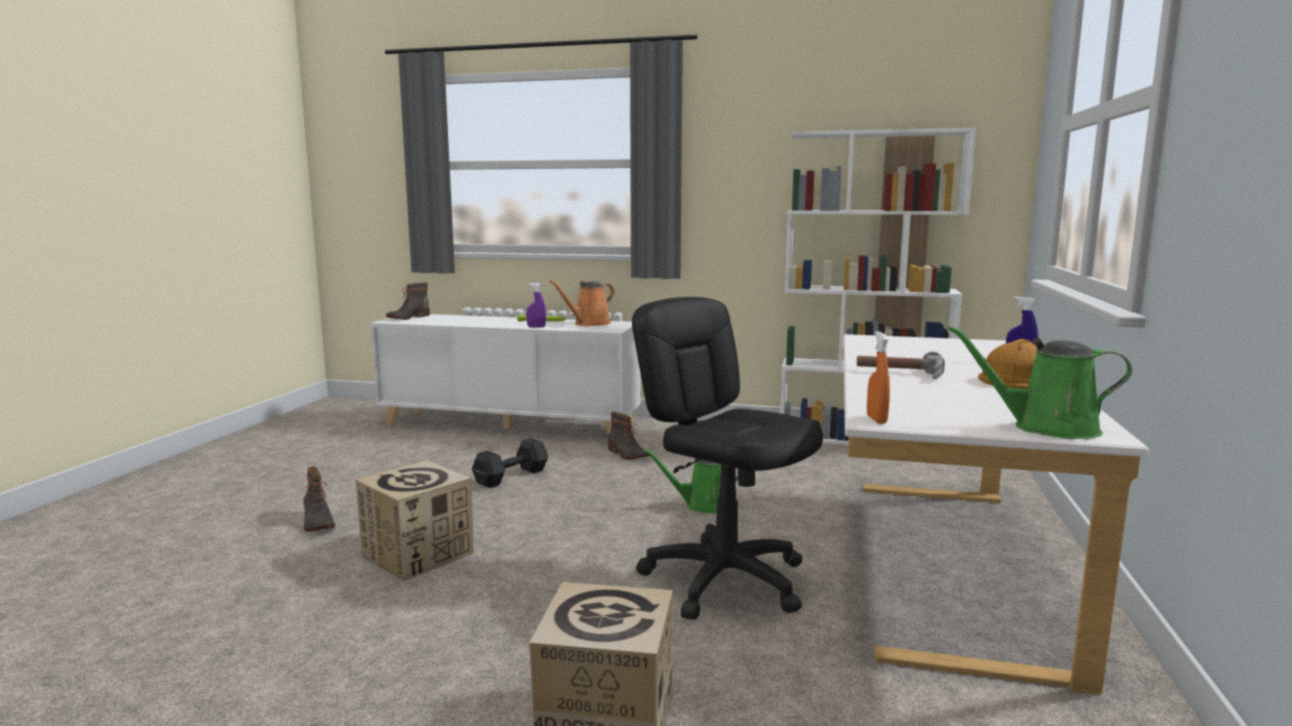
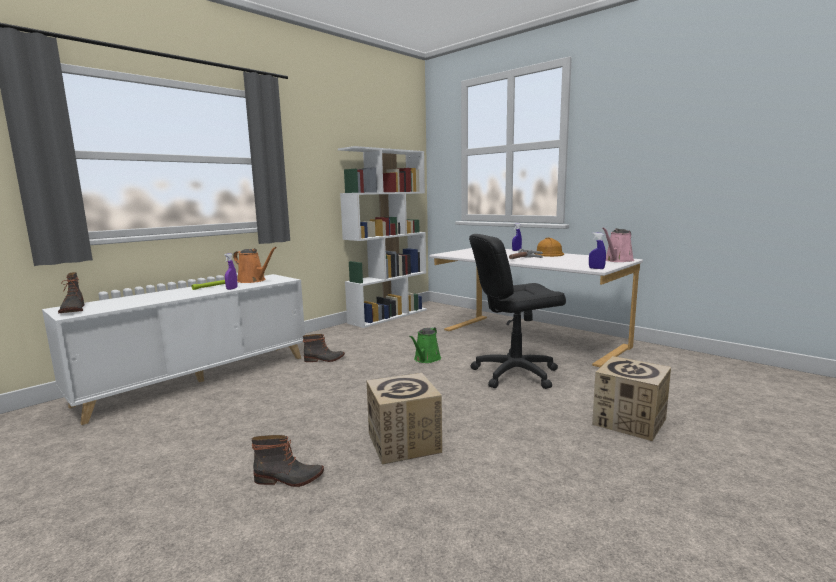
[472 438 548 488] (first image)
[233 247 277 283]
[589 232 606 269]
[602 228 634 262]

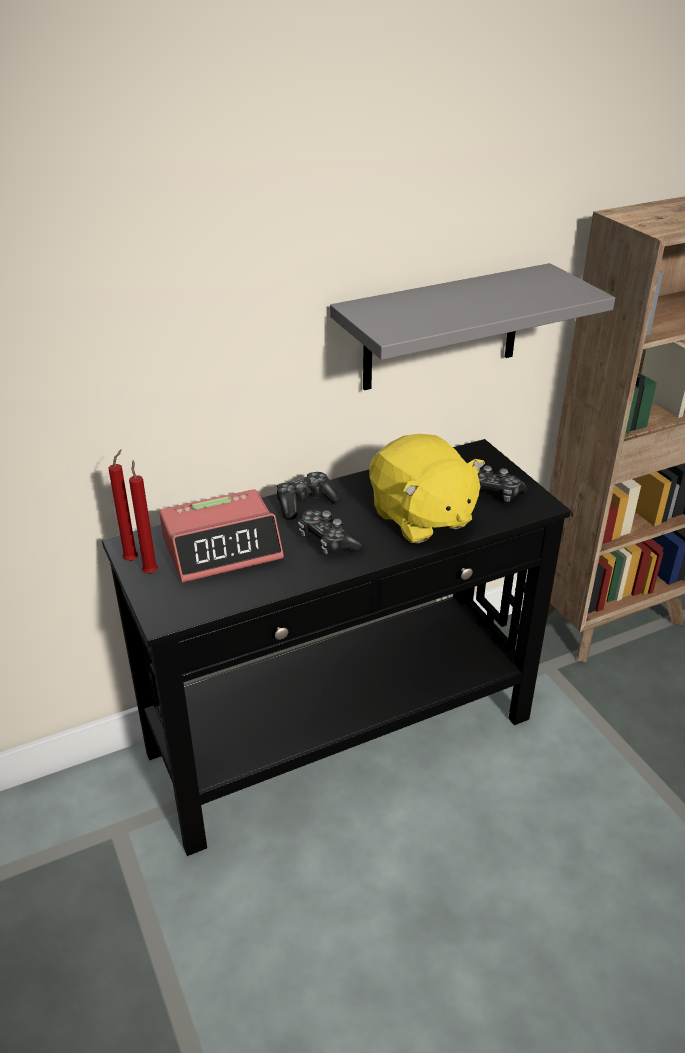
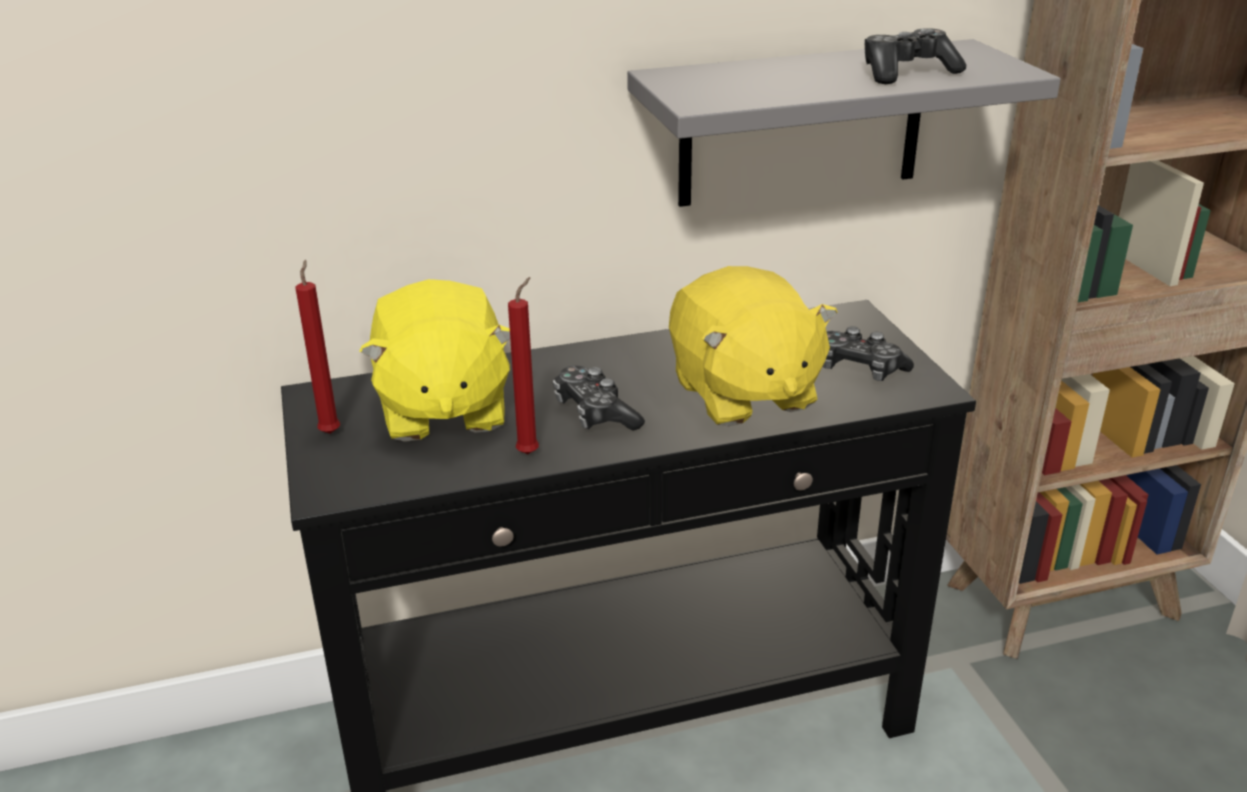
[508 277 539 454]
[359 279 510 442]
[864 28 966 84]

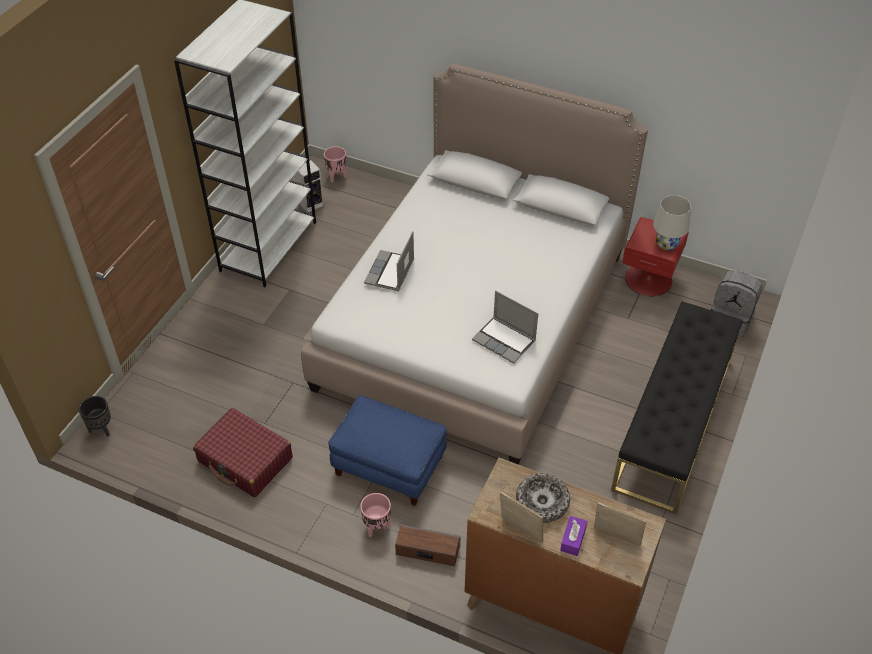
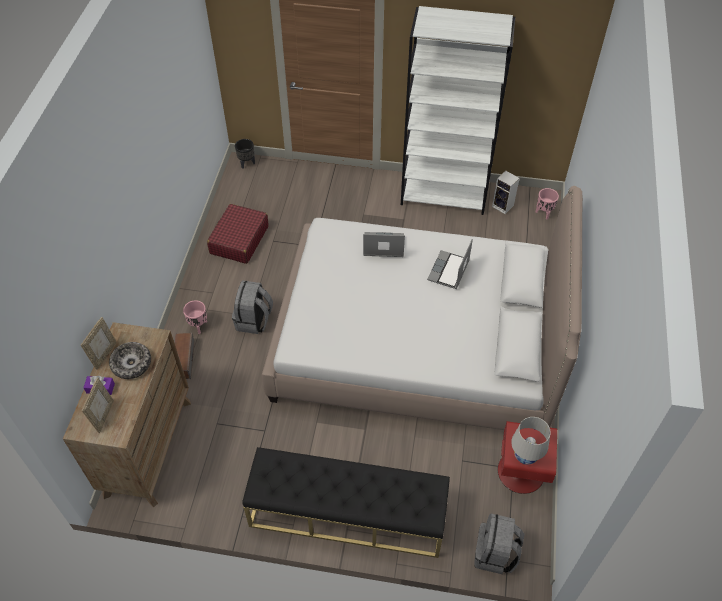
[232 281 273 334]
[427 239 473 289]

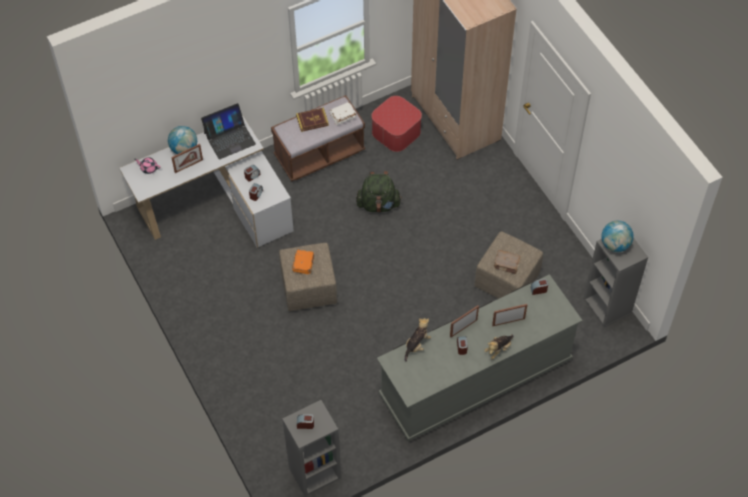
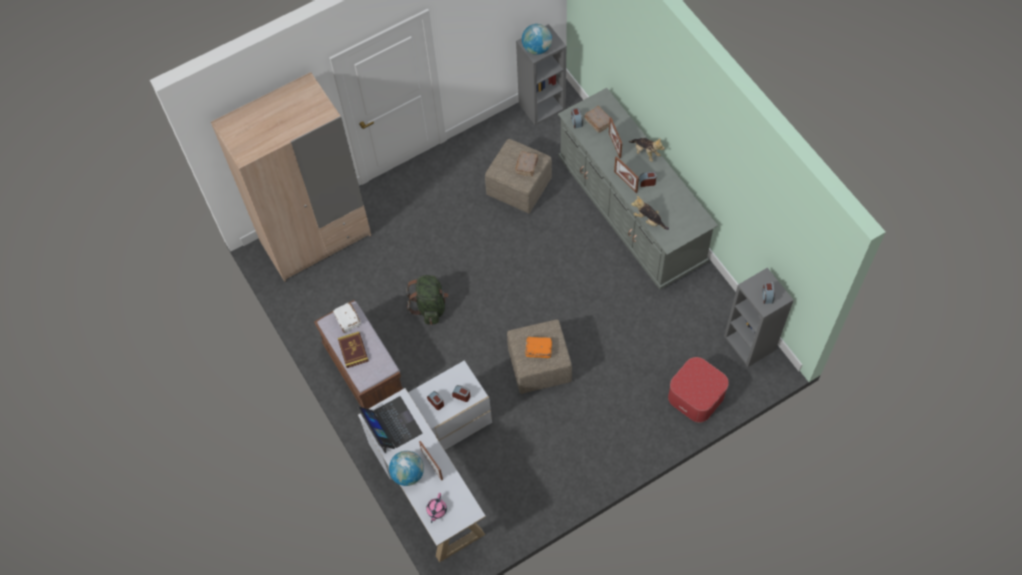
[668 357 729 423]
[584 106 613 133]

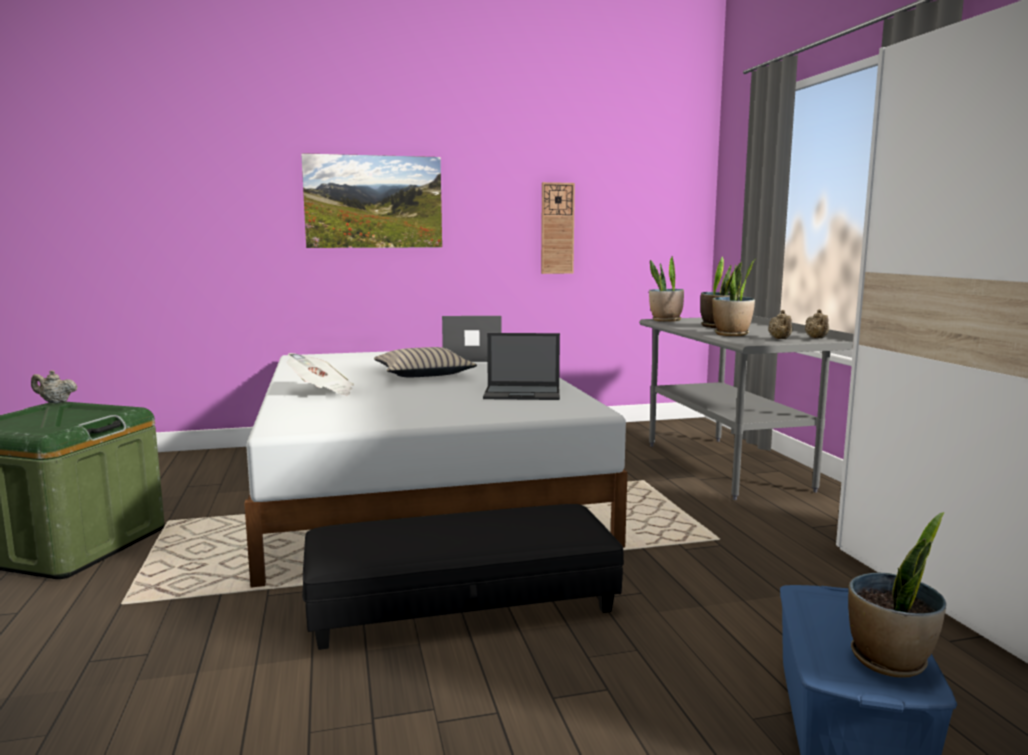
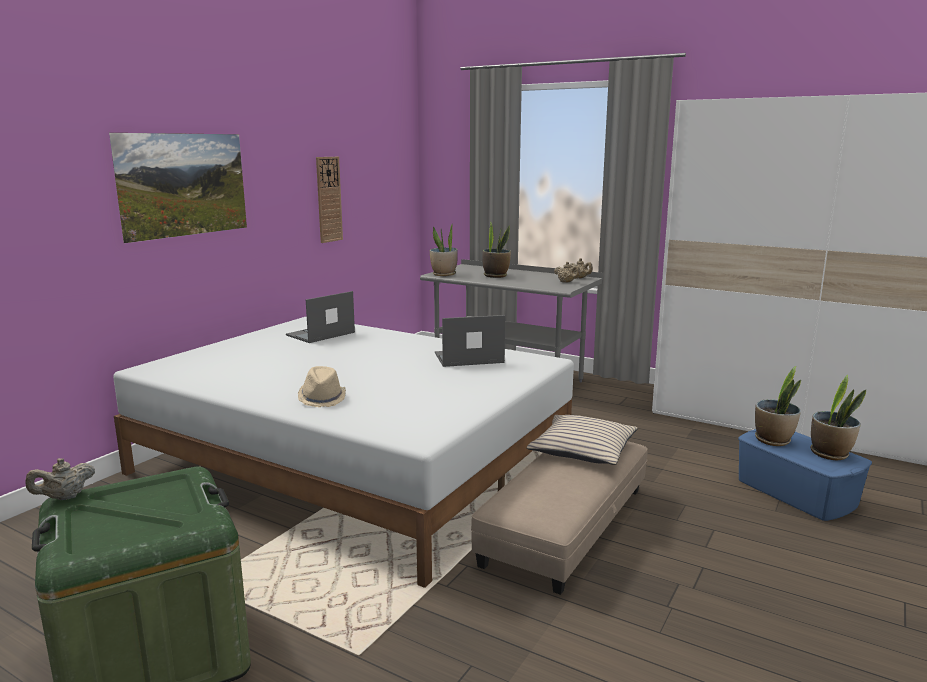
[298 366 346 408]
[471 441 648 595]
[527 415 638 465]
[435 315 505 367]
[755 366 801 446]

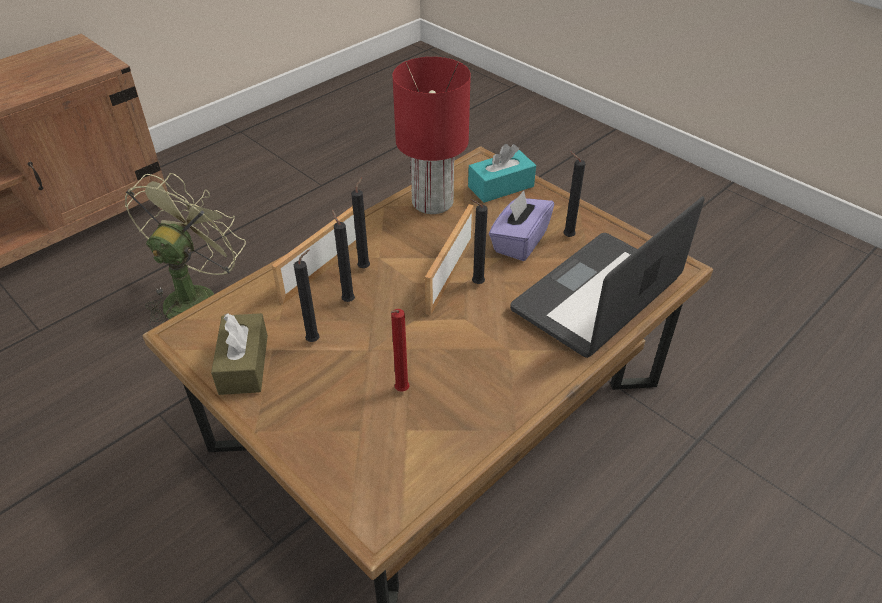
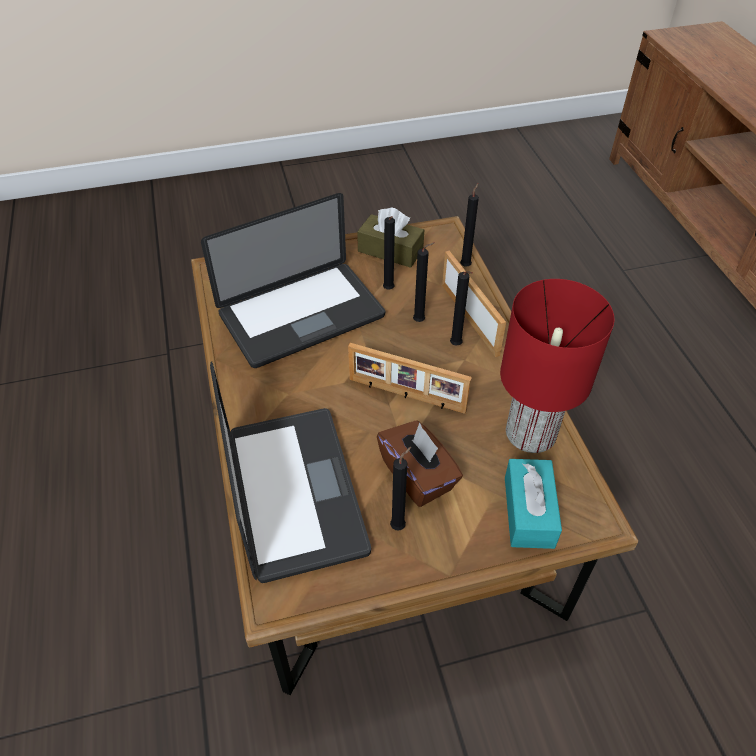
[125 173 246 328] (first image)
[201 193 385 368]
[348 343 472 414]
[460 183 479 267]
[377 420 463 507]

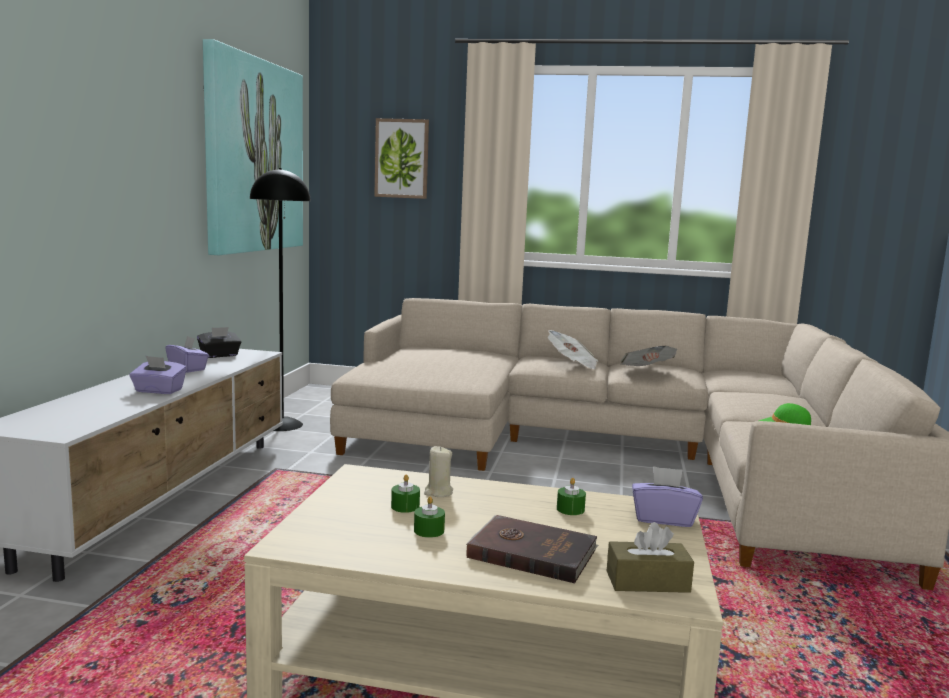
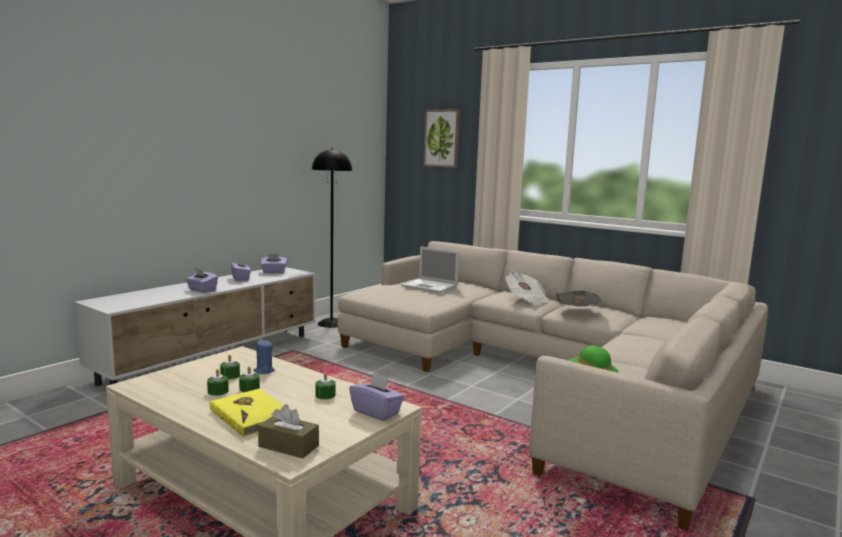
[261 254 287 273]
[203 39 303 255] (first image)
[253 340 275 374]
[210 389 284 437]
[239 366 260 392]
[401 246 459 293]

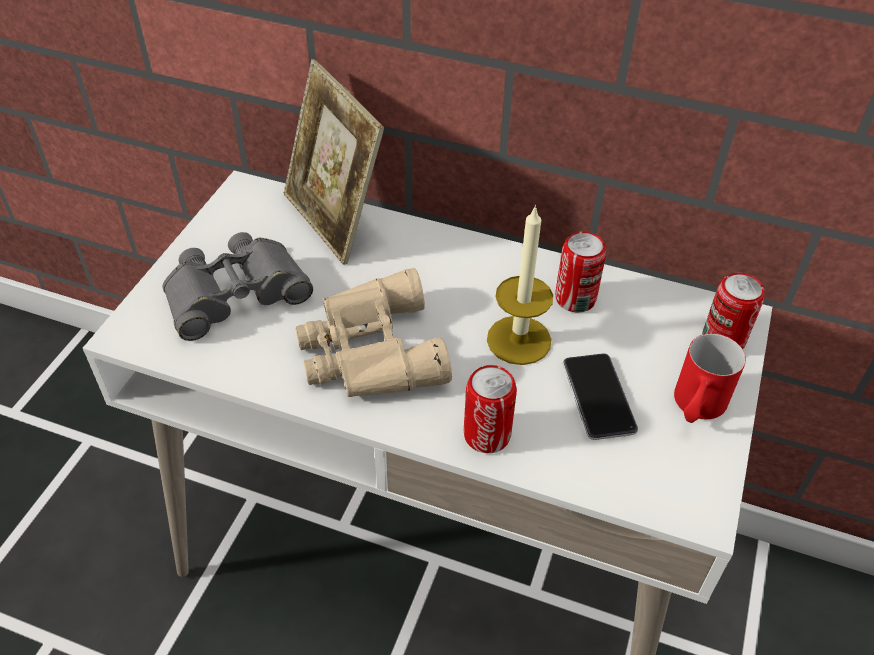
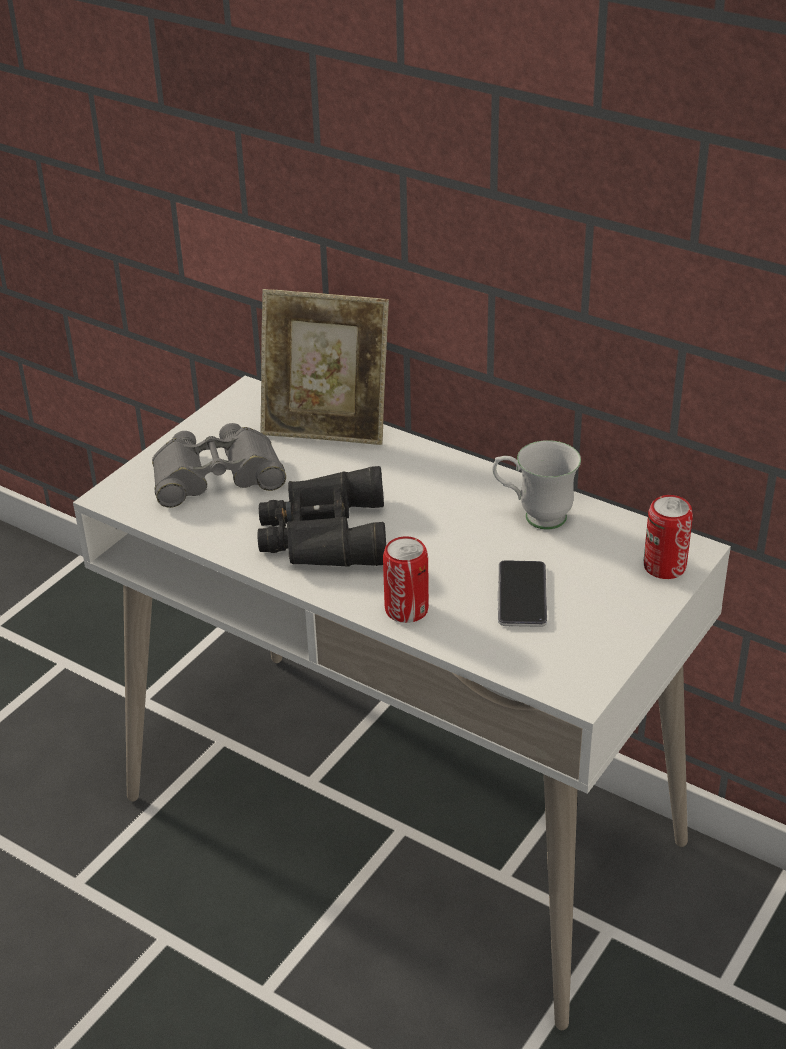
[261 289 389 445]
[258 466 386 566]
[487 205 553 365] (first image)
[493 440 581 530]
[674 334 746 423] (first image)

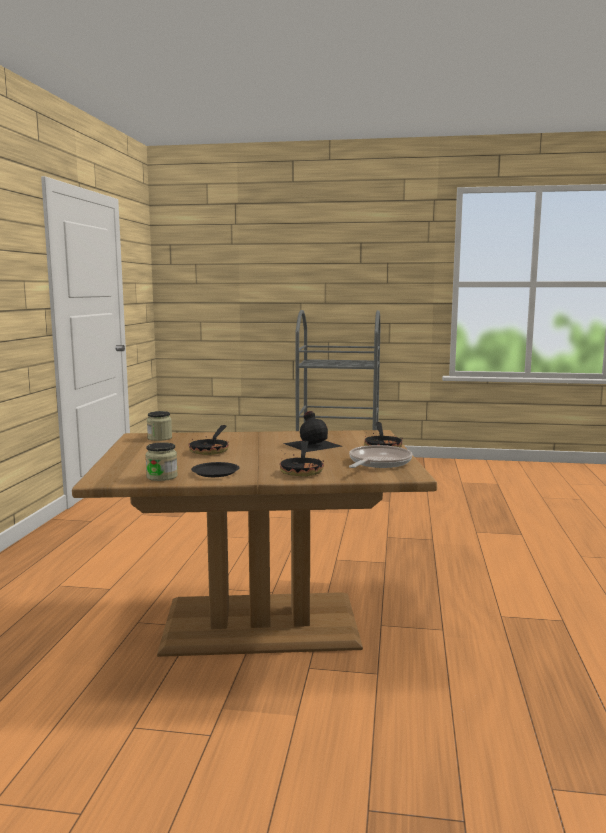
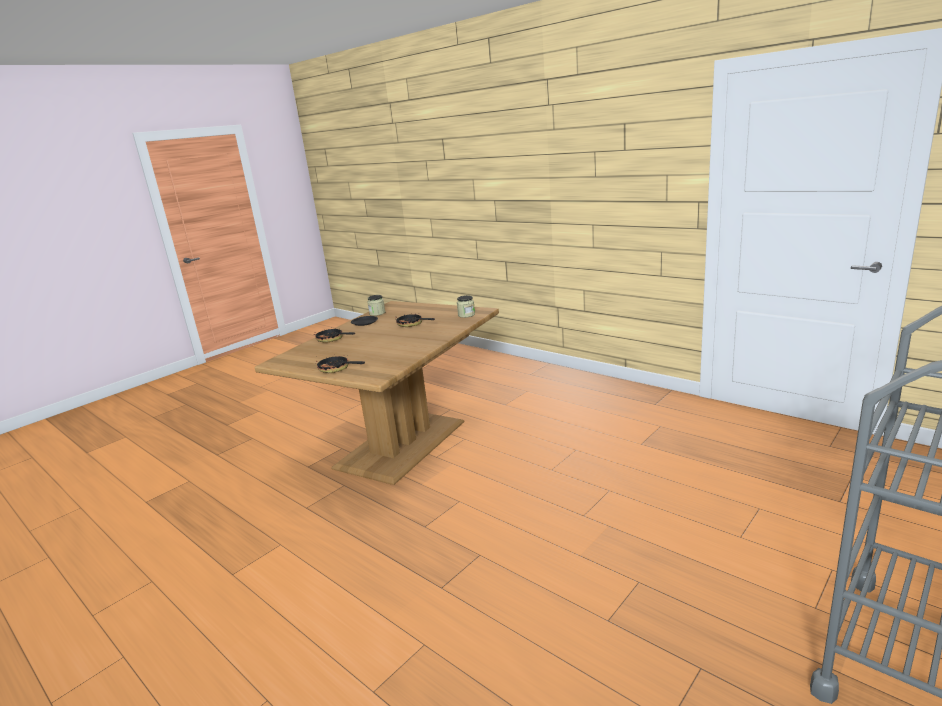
[283 411 342 452] (first image)
[349 445 413 468] (first image)

